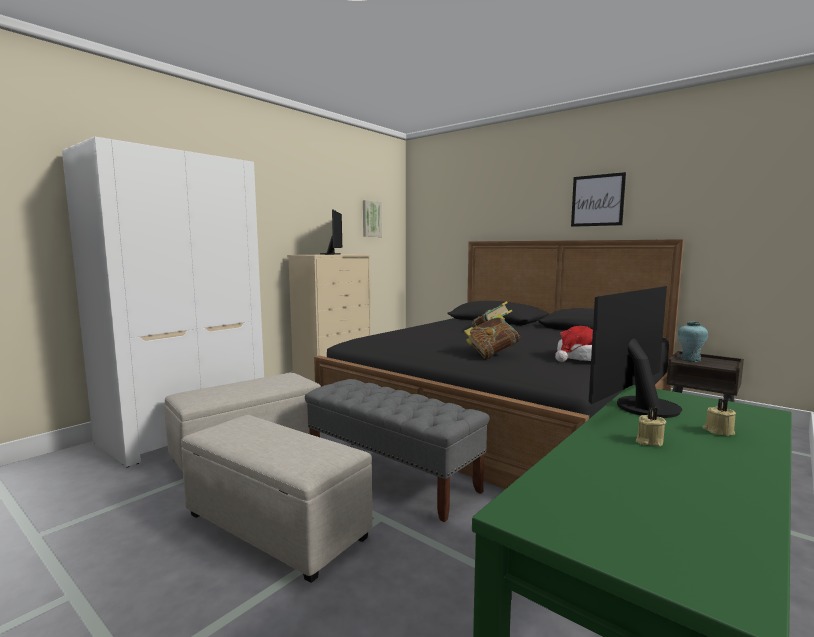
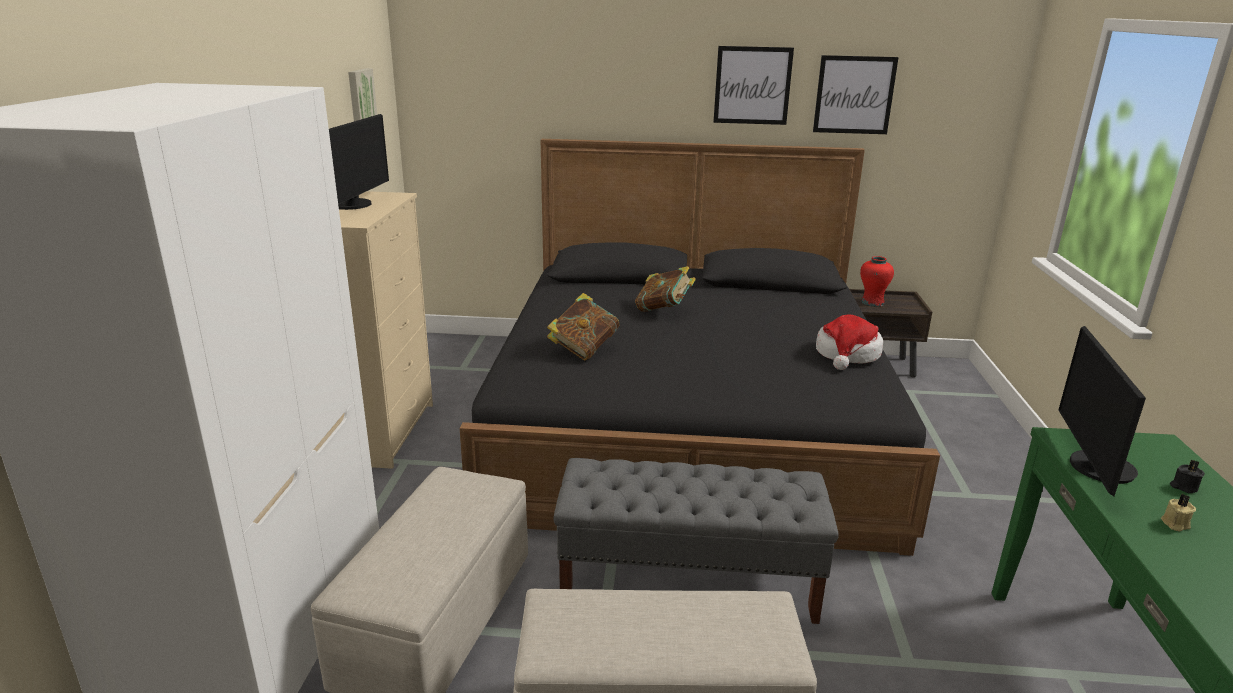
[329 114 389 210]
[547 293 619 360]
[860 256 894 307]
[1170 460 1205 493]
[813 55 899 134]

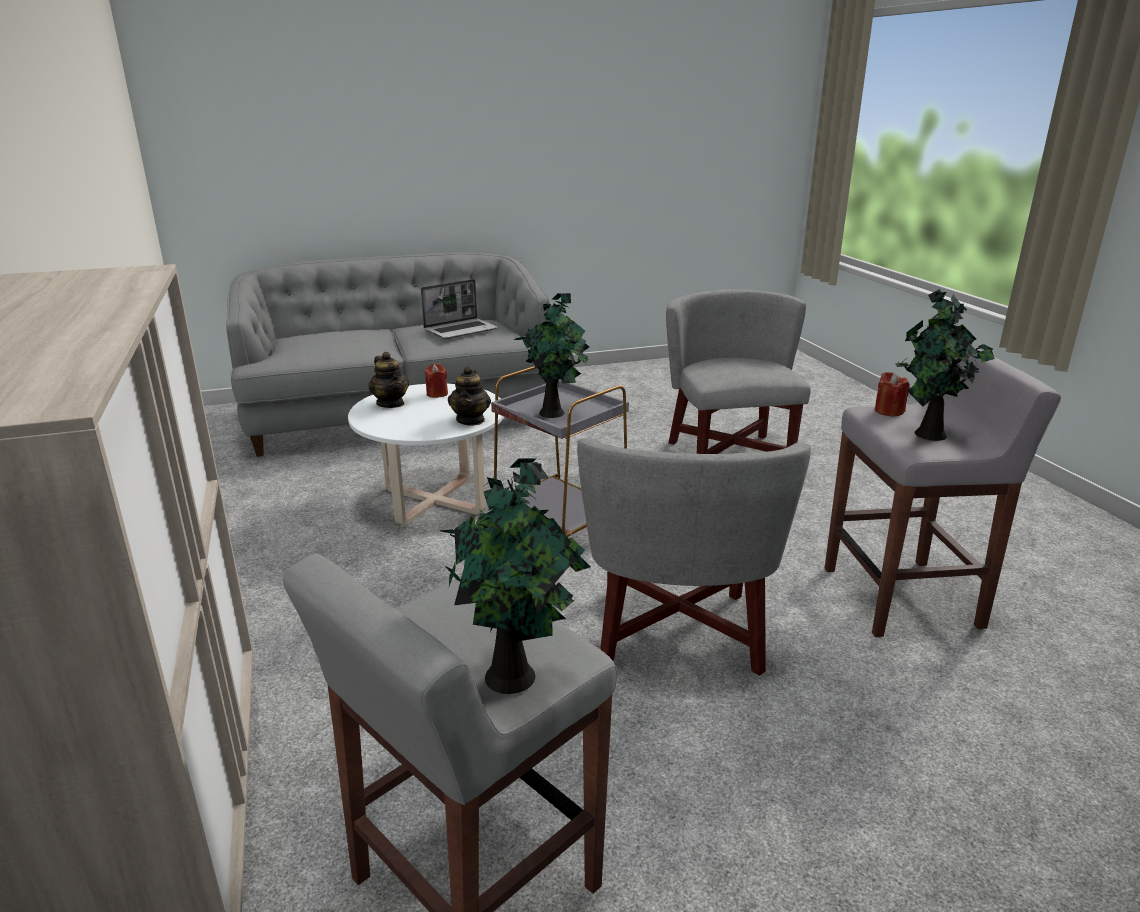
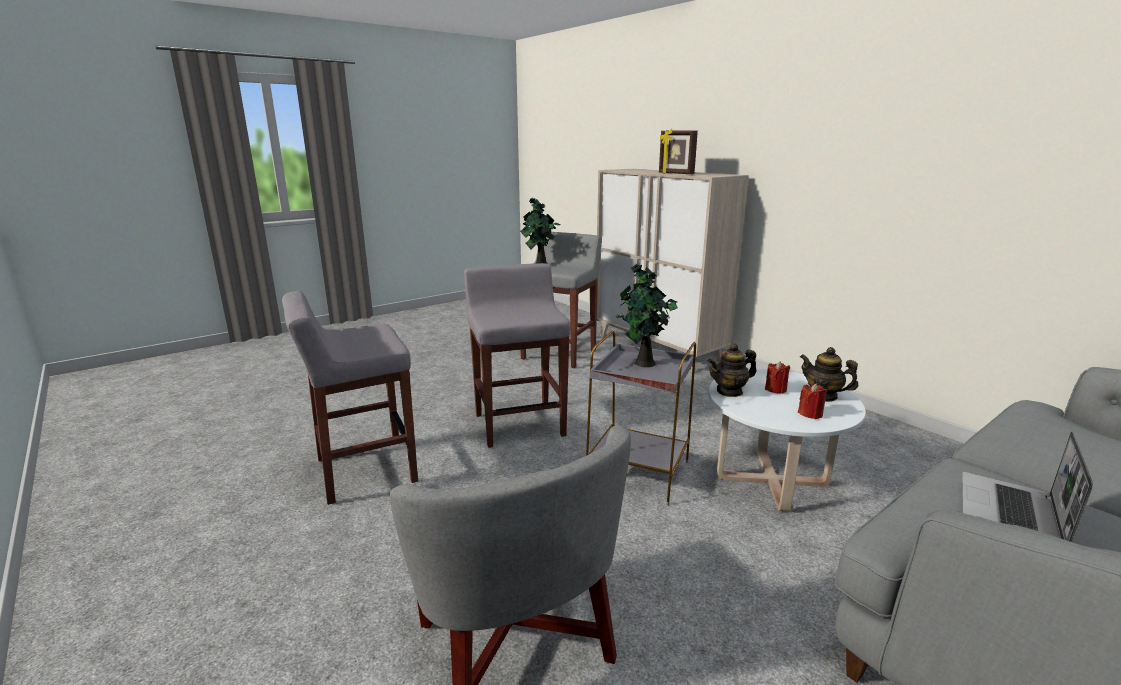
[708 343 756 397]
[464 263 570 448]
[765 361 790 394]
[895 289 995 441] (first image)
[659 129 698 174]

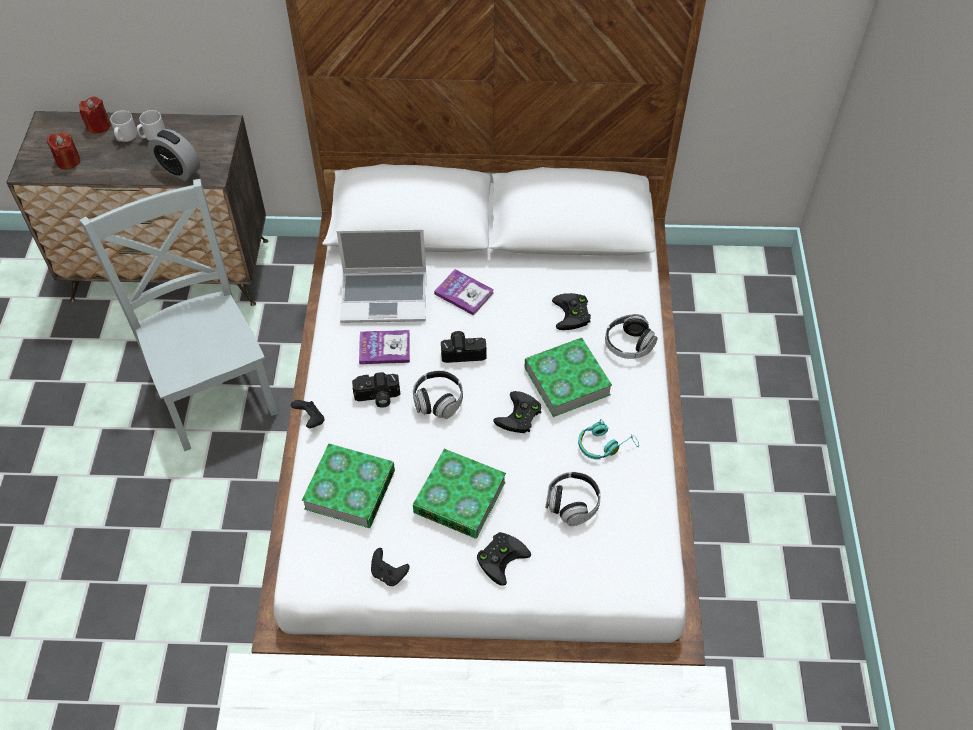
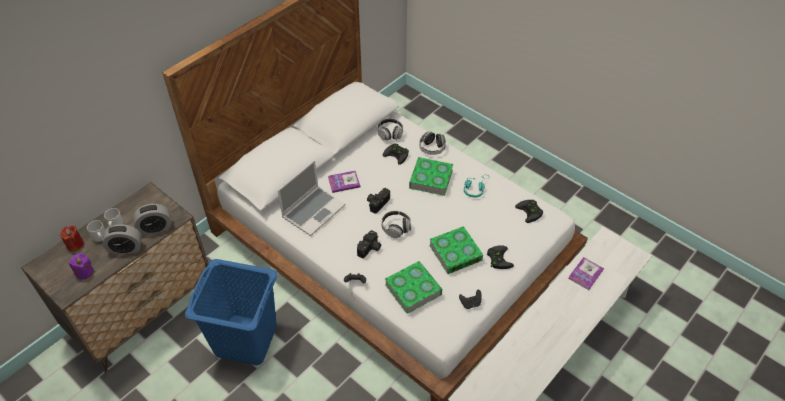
[69 253 94 279]
[185 259 277 365]
[568 257 604 290]
[515 200 543 223]
[377 118 403 141]
[102 224 142 255]

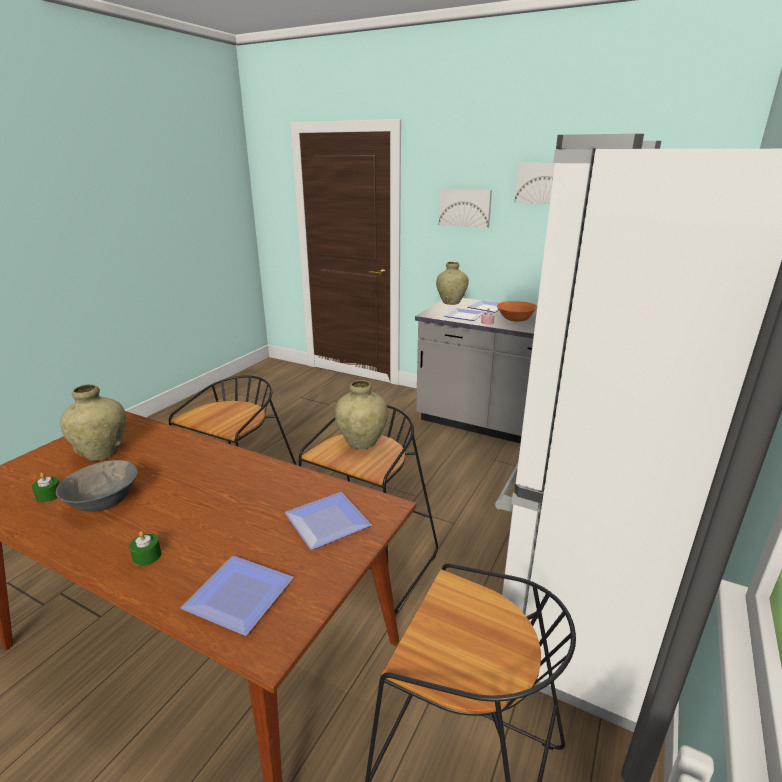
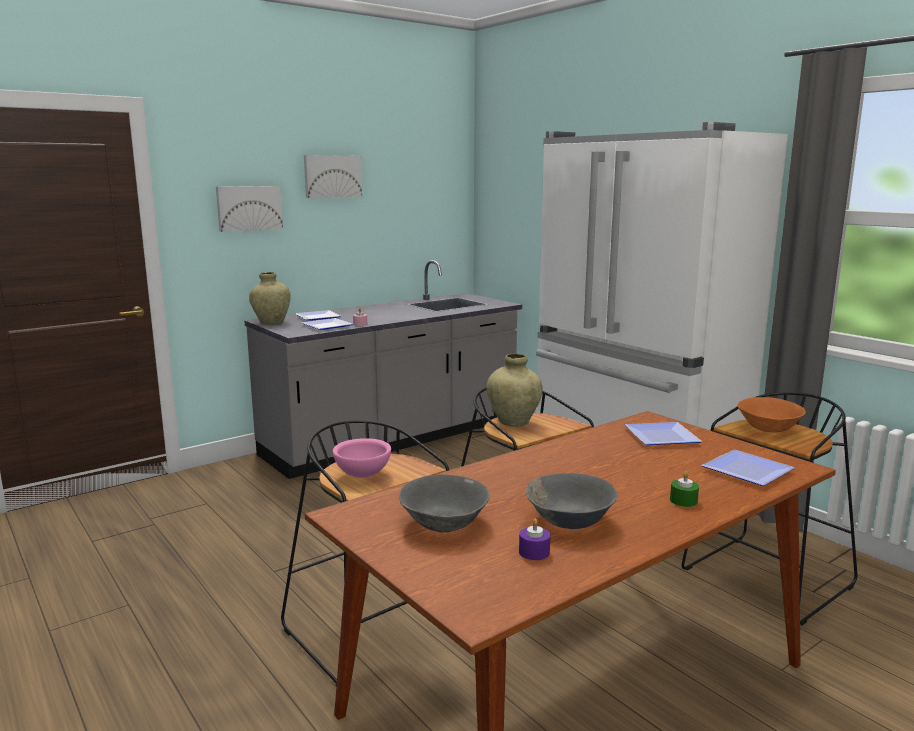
[519 518 550 560]
[399 474 490 532]
[737 397 806 433]
[333 438 391 478]

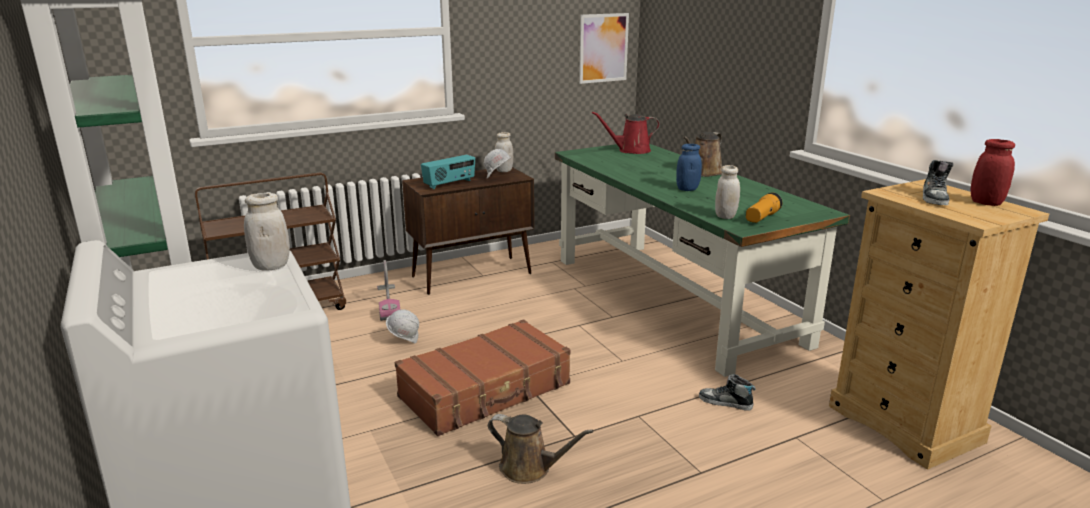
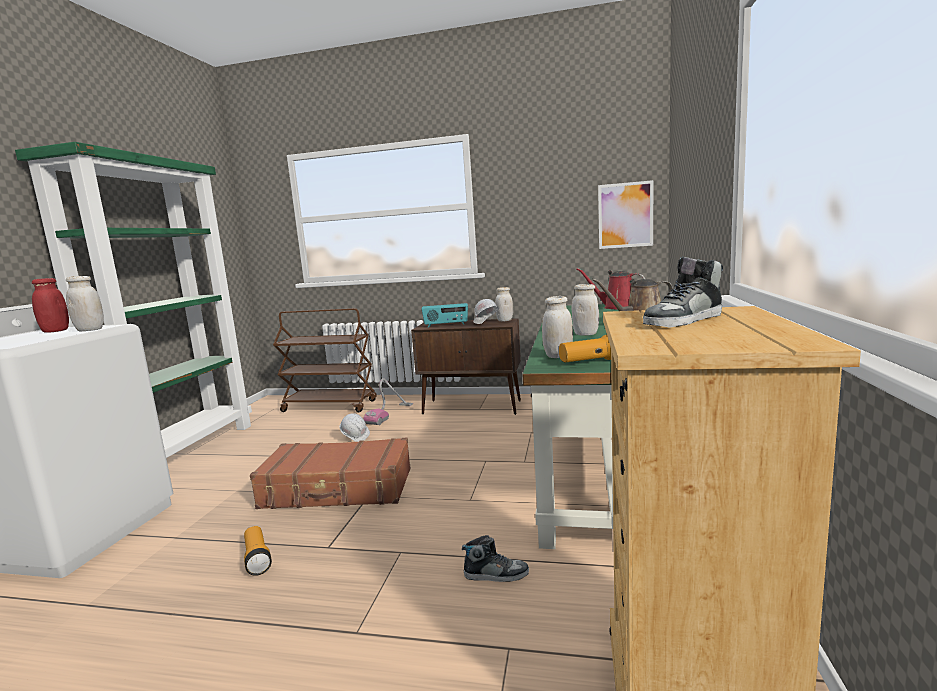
[244 526 272 576]
[572 284 599 336]
[462 535 529 582]
[32 278 69 333]

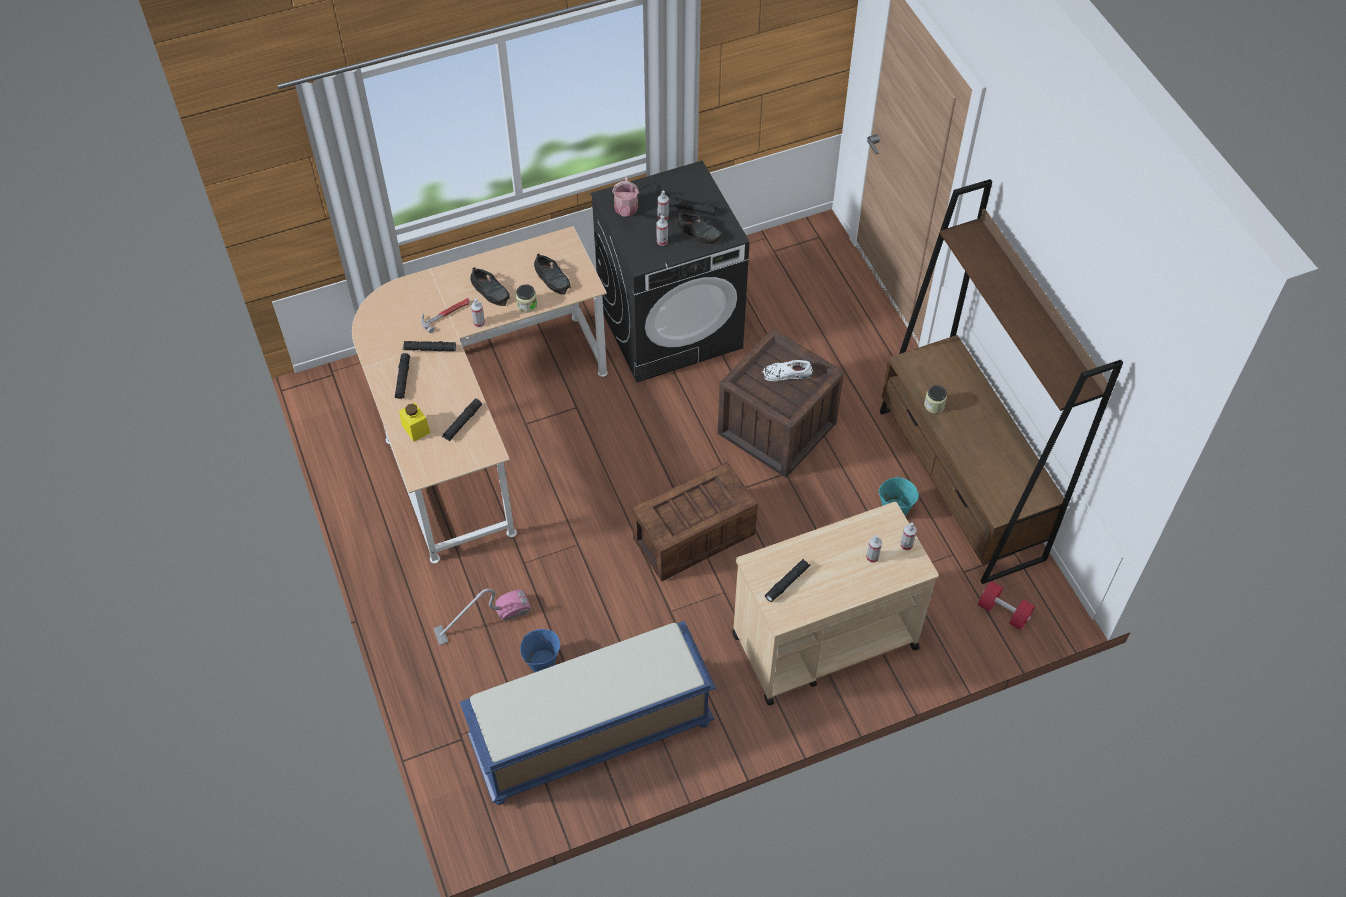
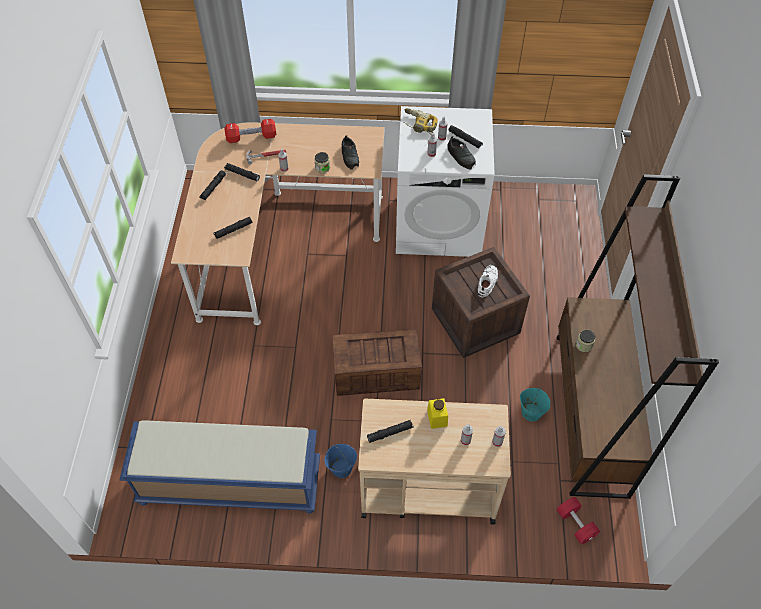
[427 398 448 429]
[433 588 531 645] (first image)
[470 267 510 306] (first image)
[324 444 357 478]
[396 106 495 257]
[403 108 438 135]
[477 264 498 298]
[224 119 276 143]

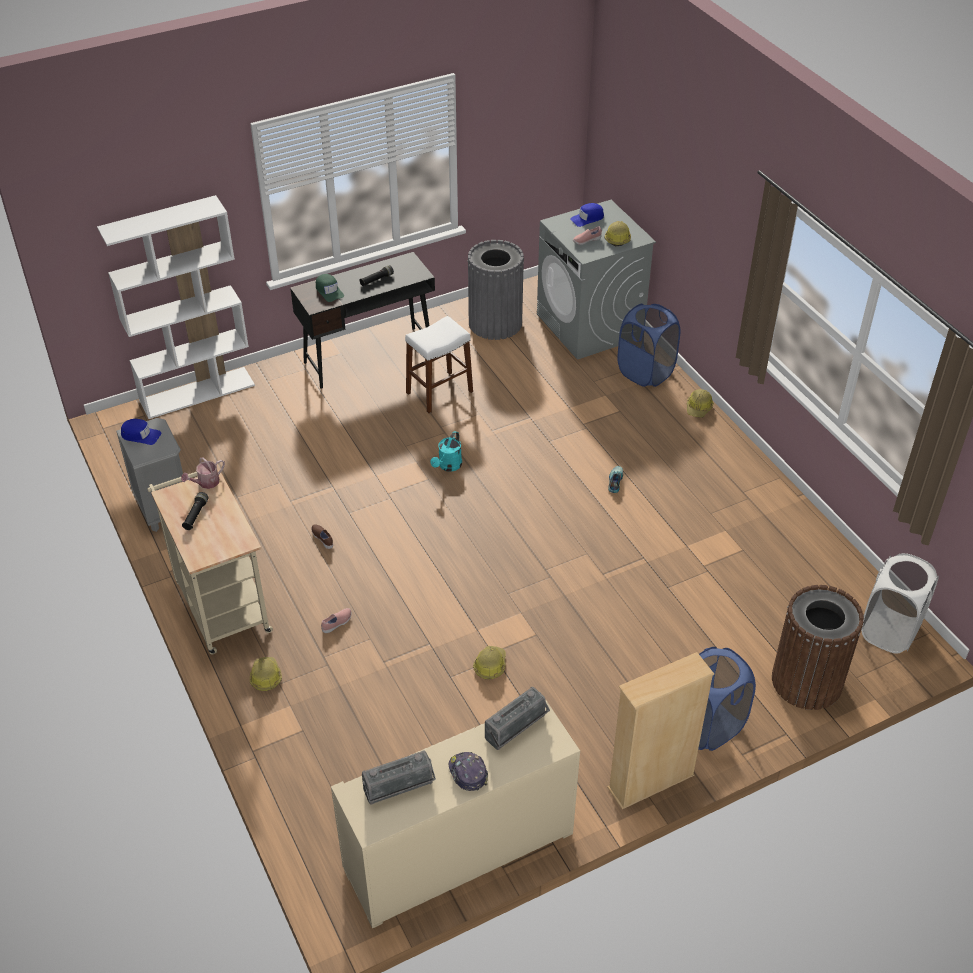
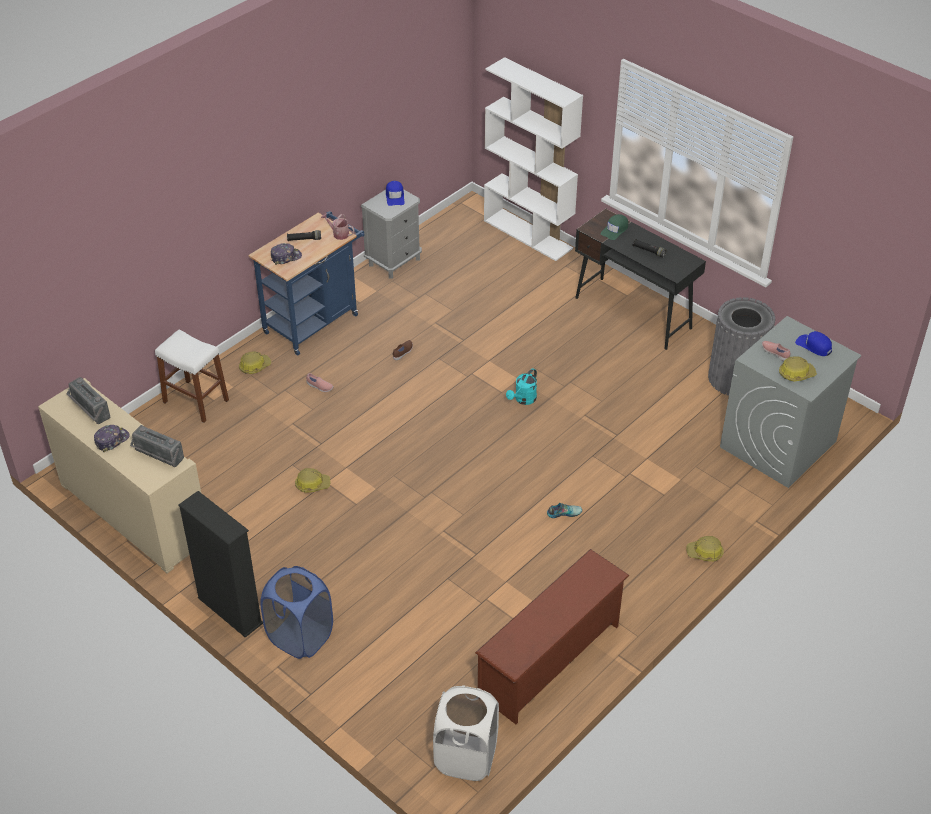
[248 211 365 356]
[155 329 229 423]
[506 368 537 405]
[178 491 263 638]
[617 304 680 387] (first image)
[772 585 864 710] (first image)
[271 243 302 265]
[475 549 630 724]

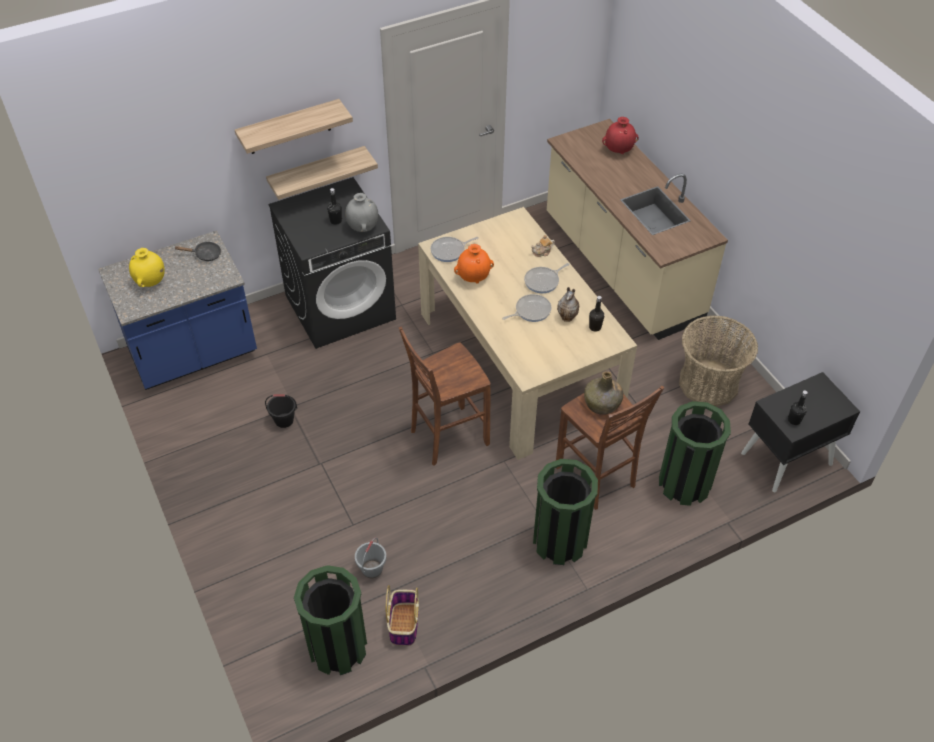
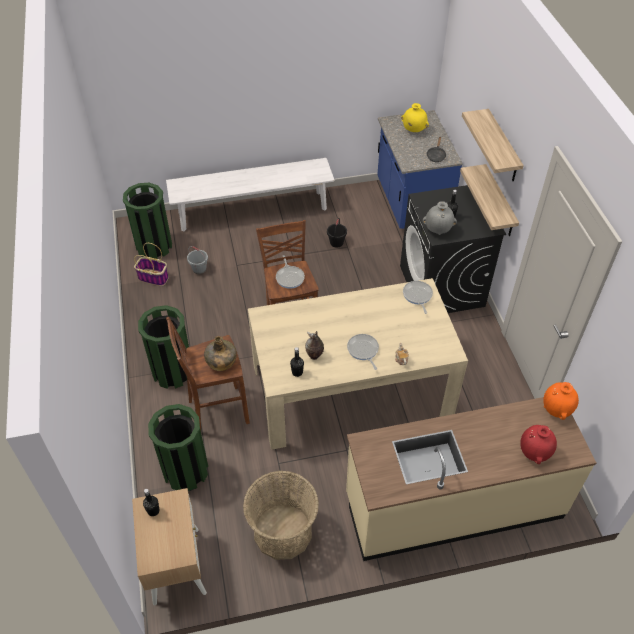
[543 382 579 420]
[276 255 305 289]
[132 488 207 606]
[166 158 335 231]

